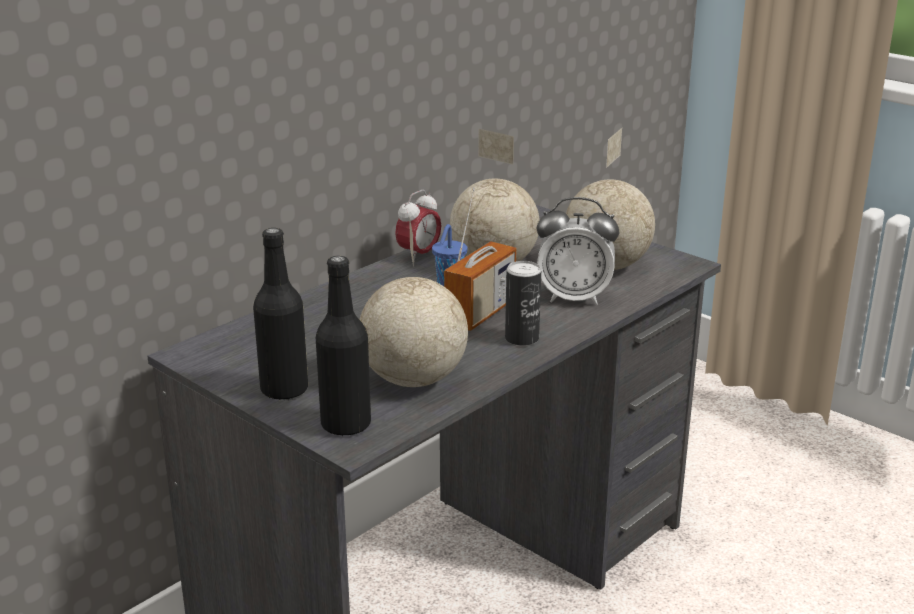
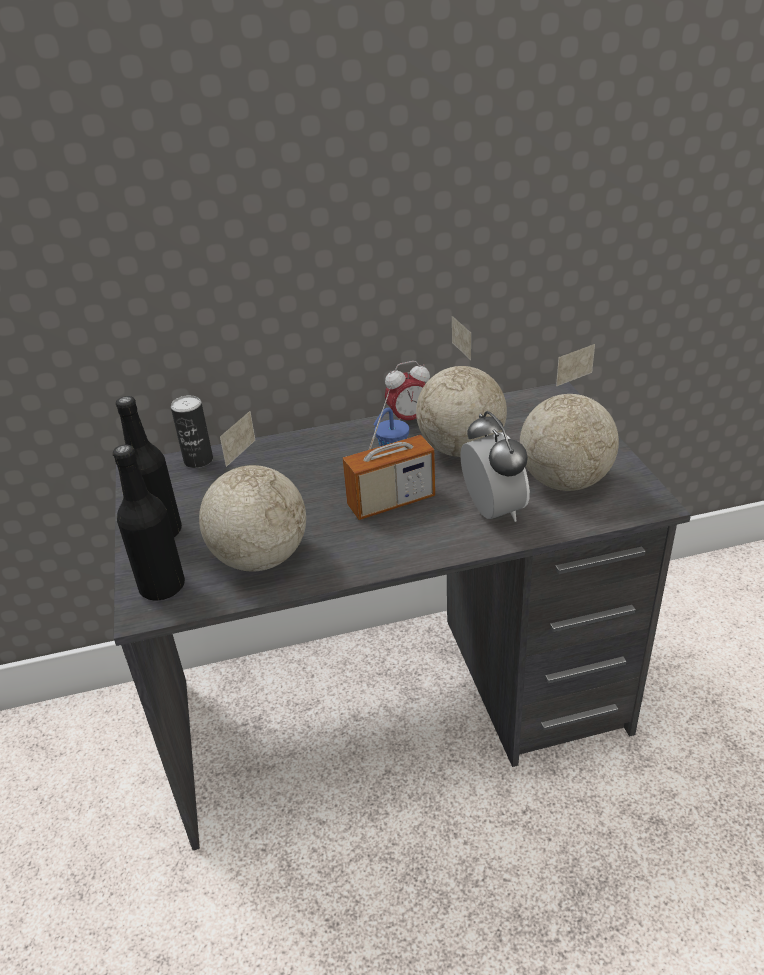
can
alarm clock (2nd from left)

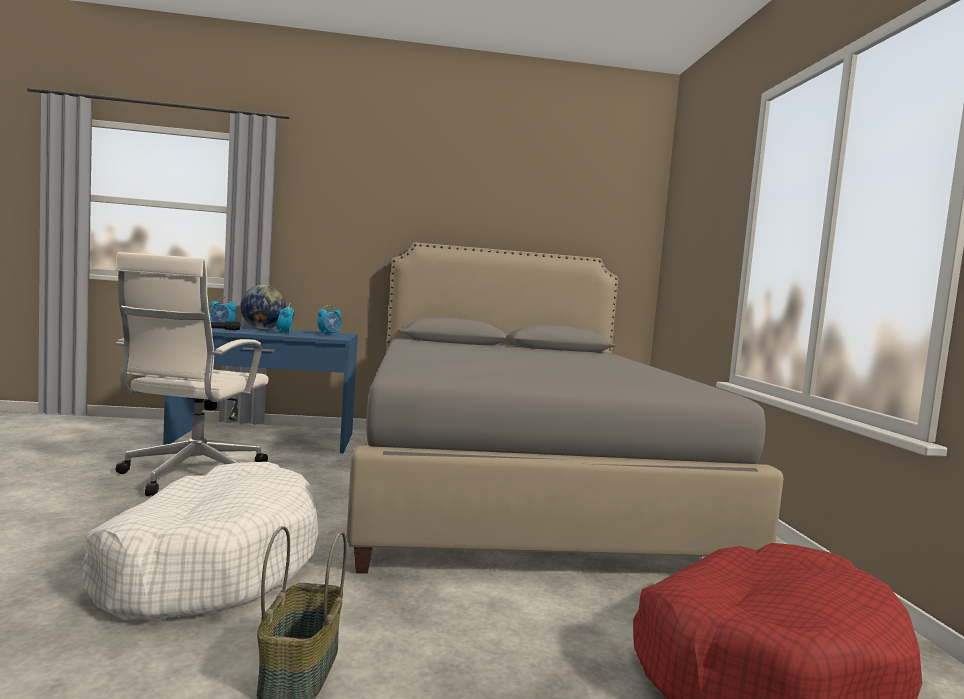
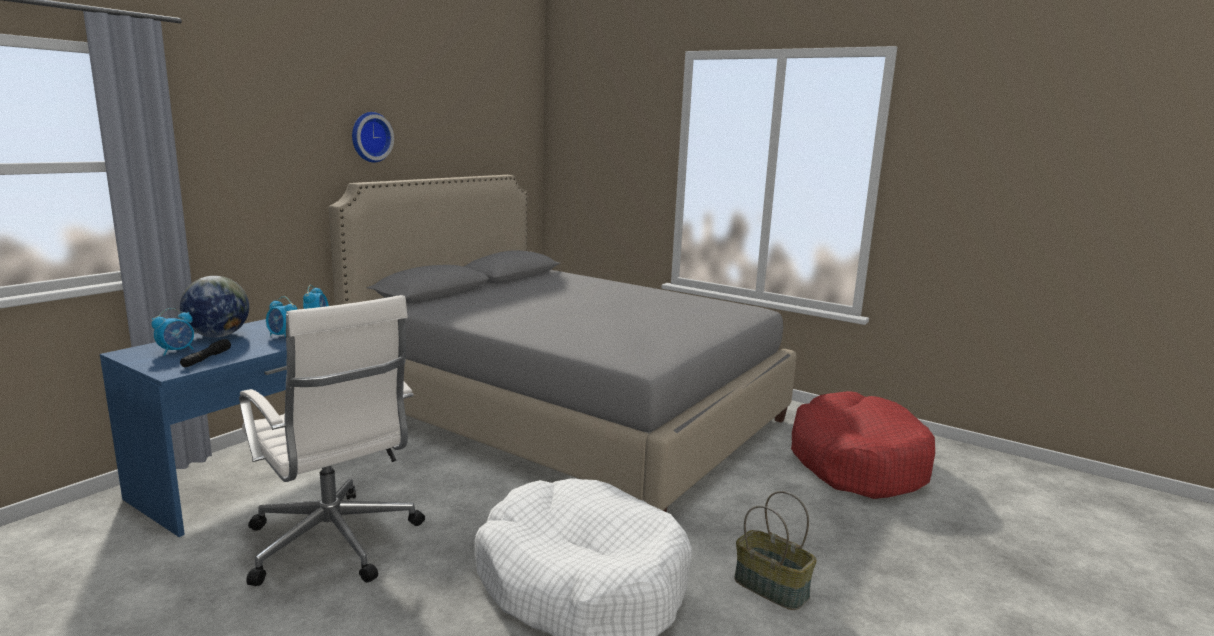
wall clock

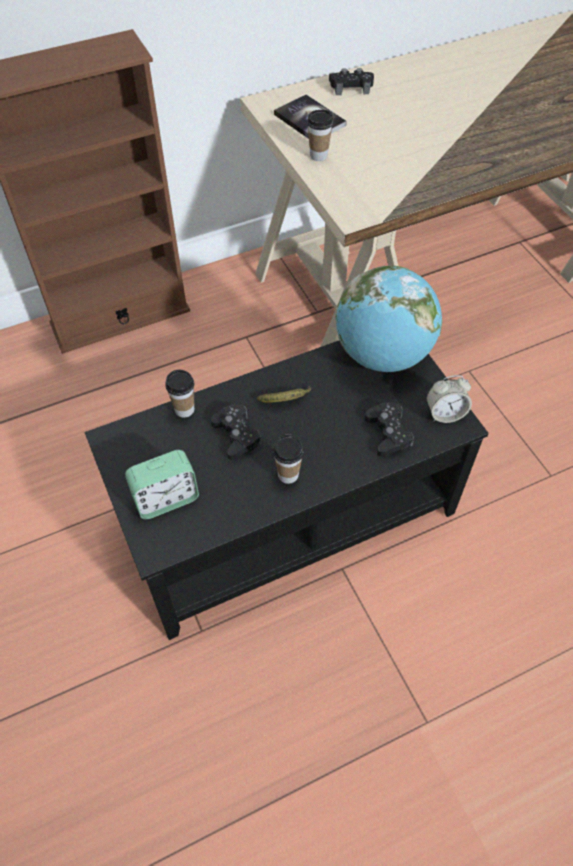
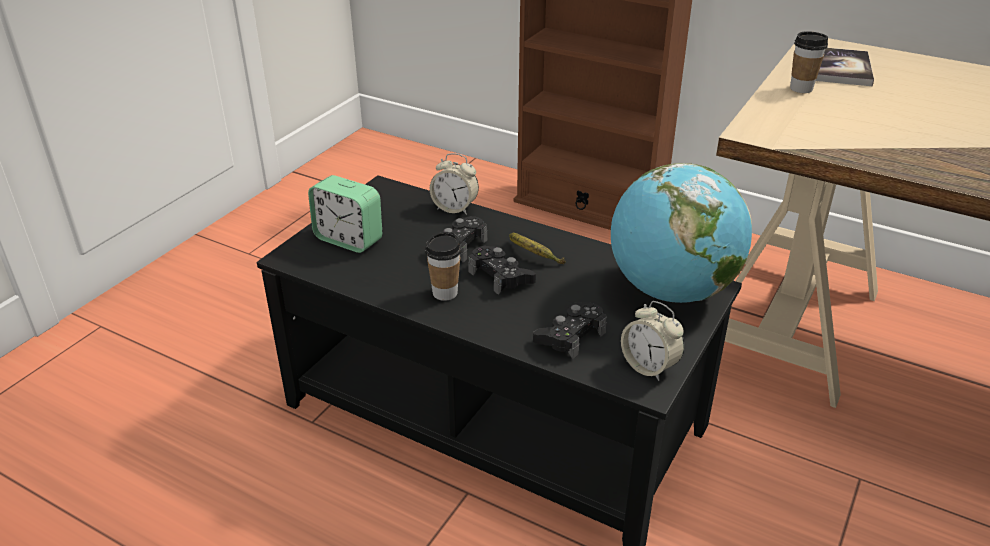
black game controller (2nd from left)
alarm clock (2nd from left)

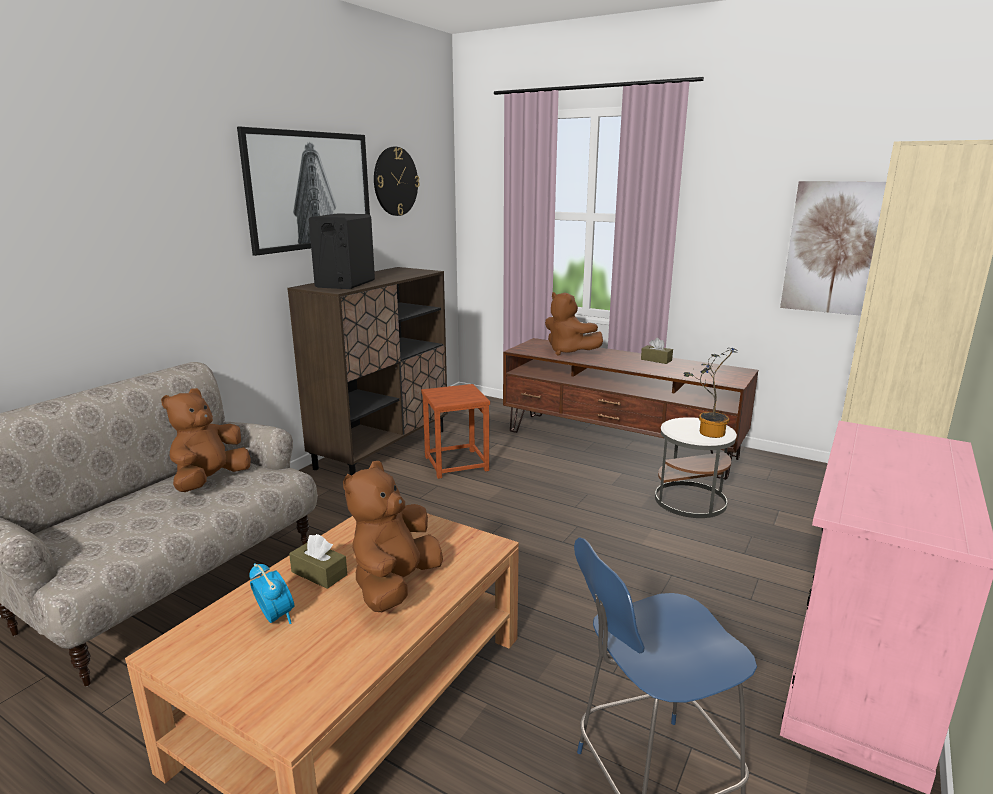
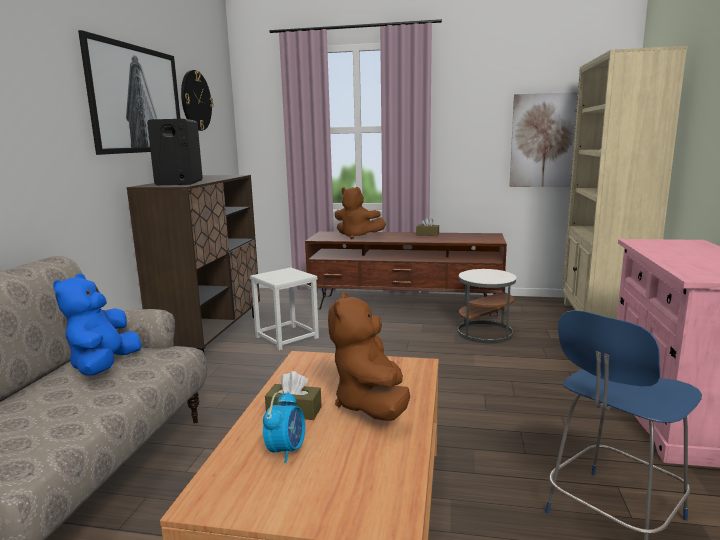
potted plant
blue plush toy
white stool
alarm clock

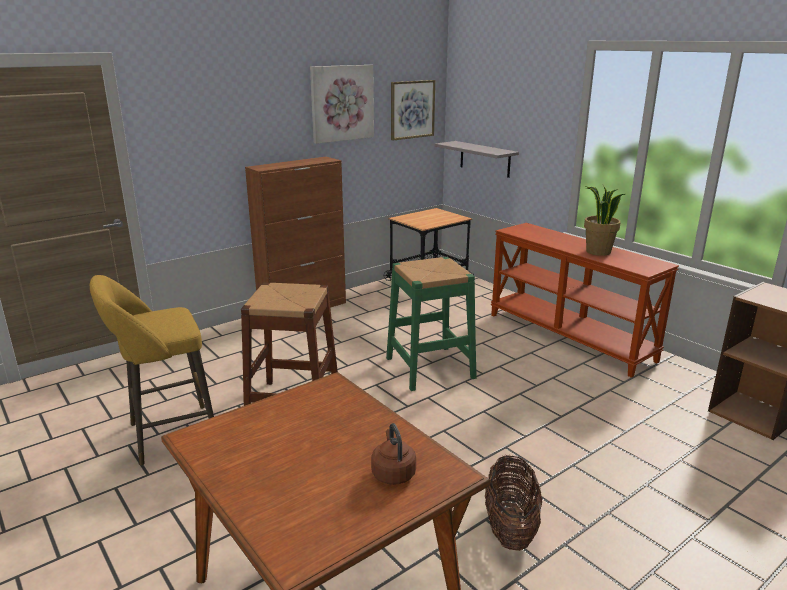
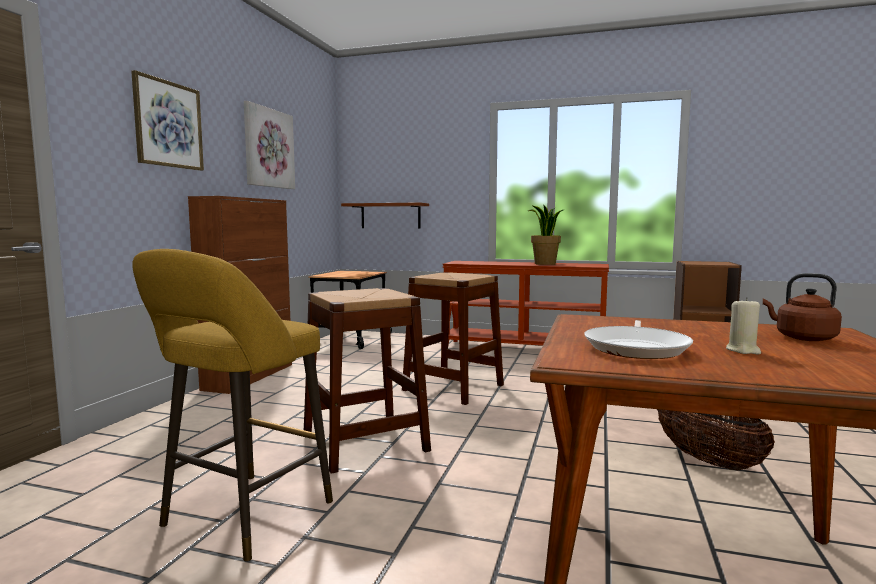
frying pan
beige candle
picture (1st from left)
brown stool (2nd from left)
brown shelf

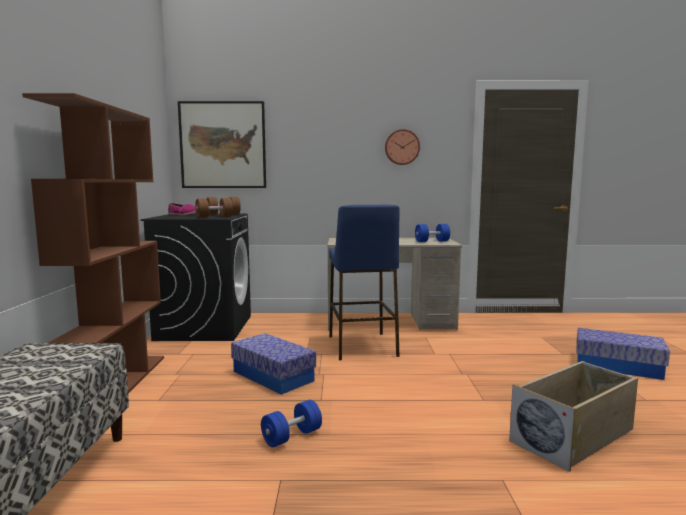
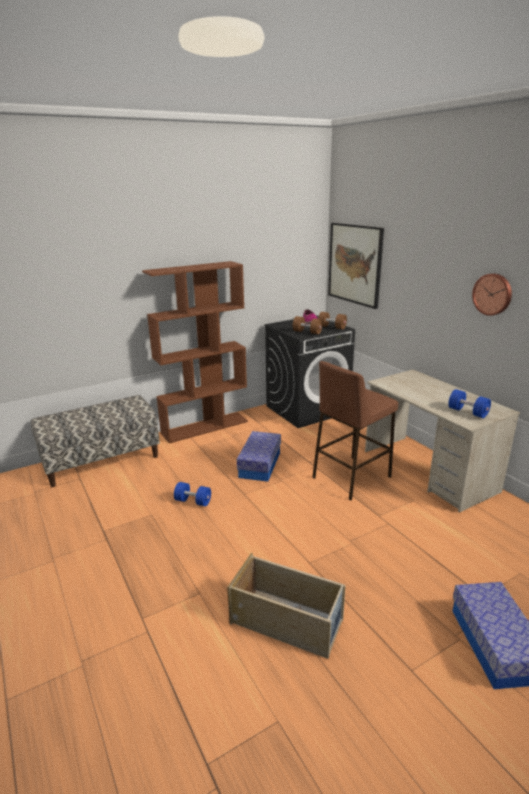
brown stool

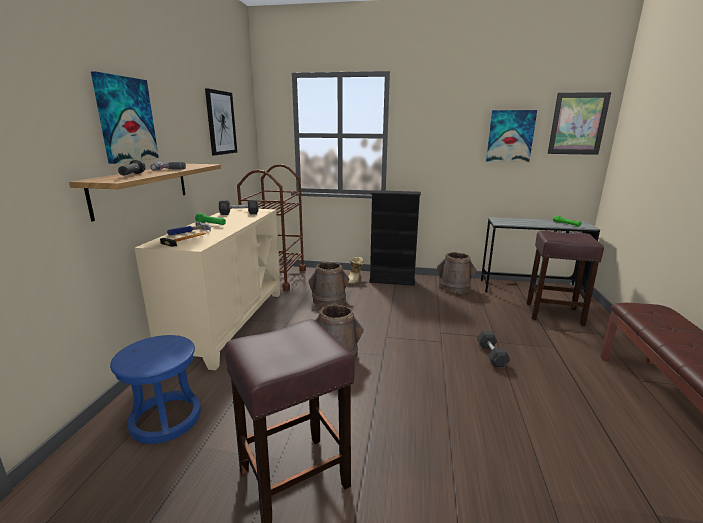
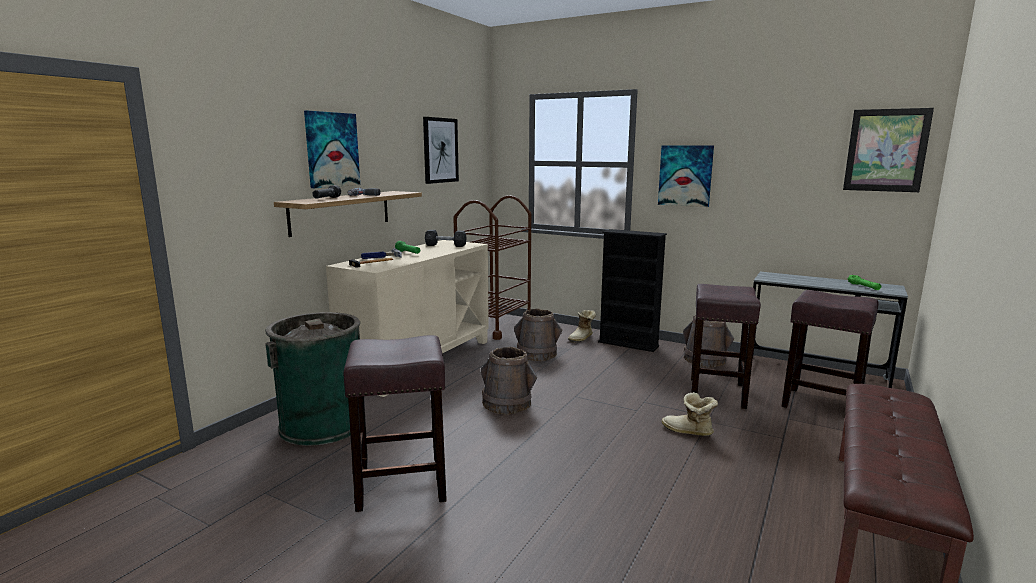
brown stool (2nd from left)
picture (3rd from left)
green trash can
boot (2nd from left)

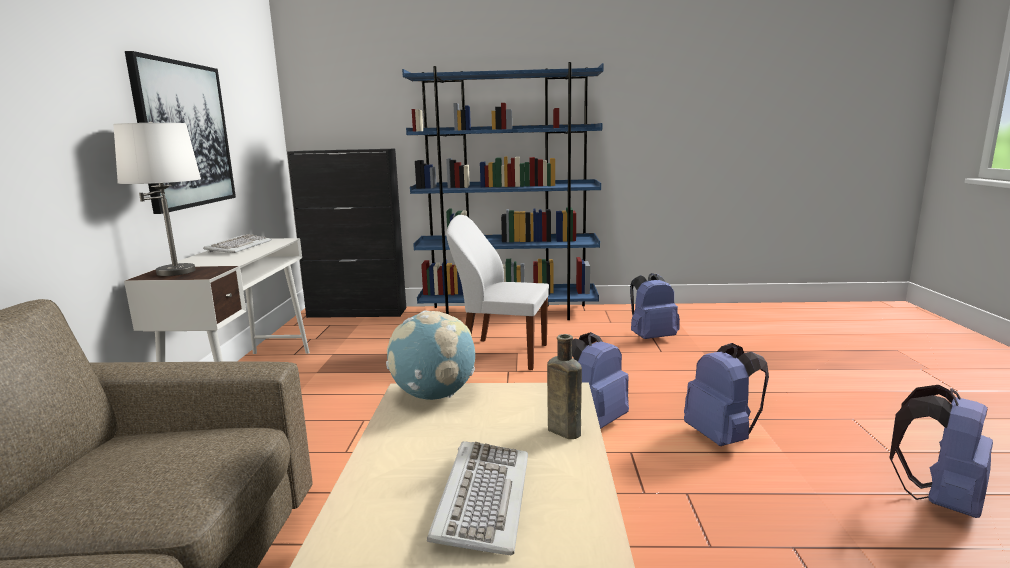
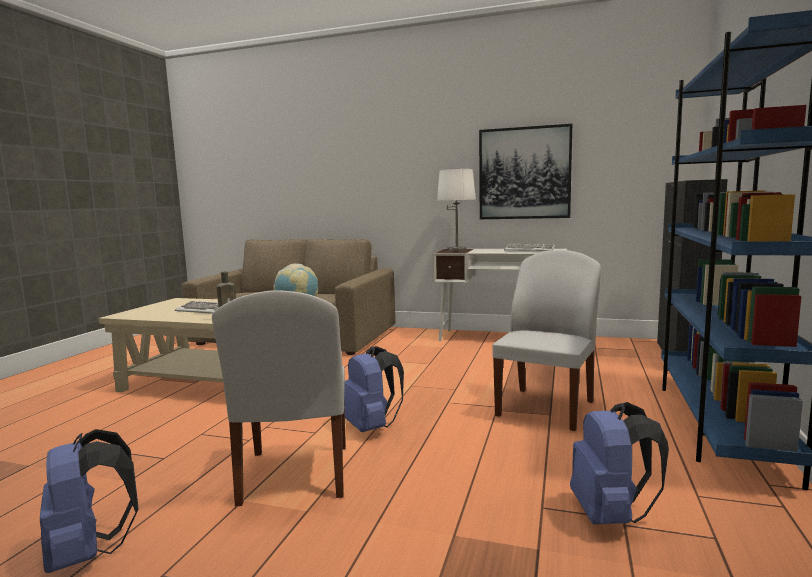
white chair (1st from left)

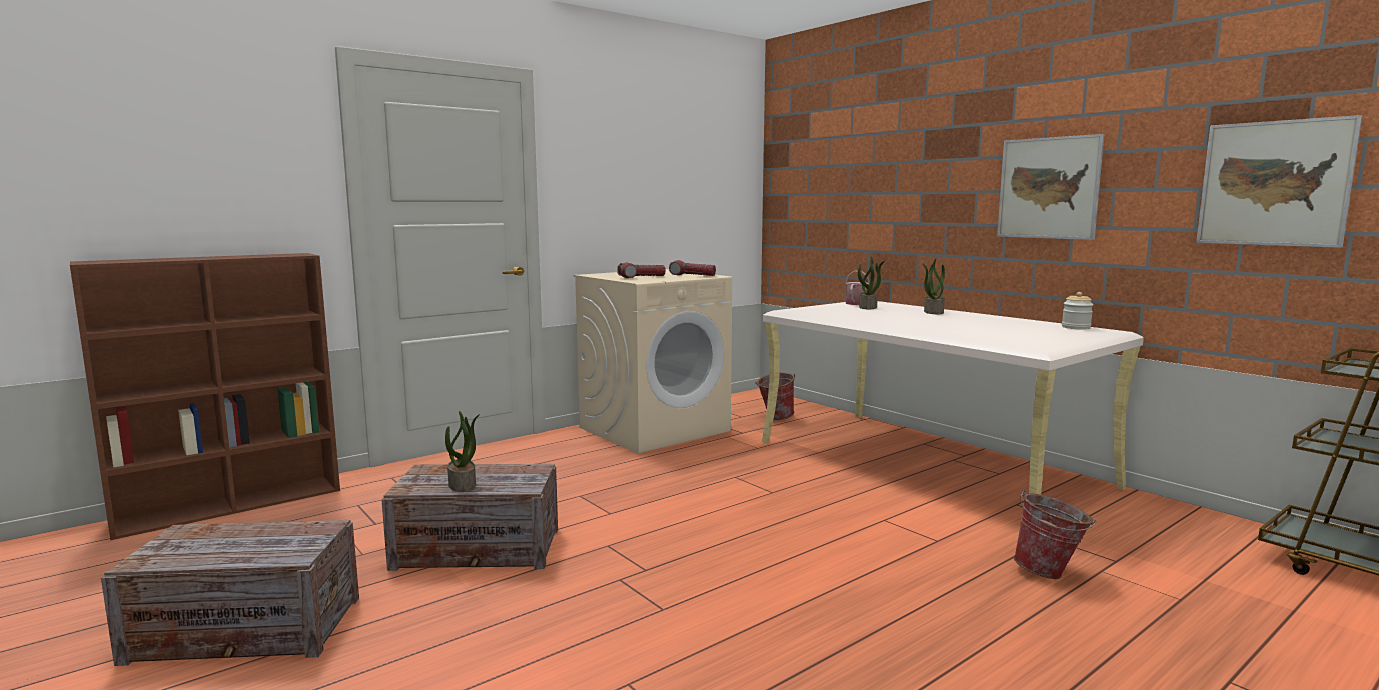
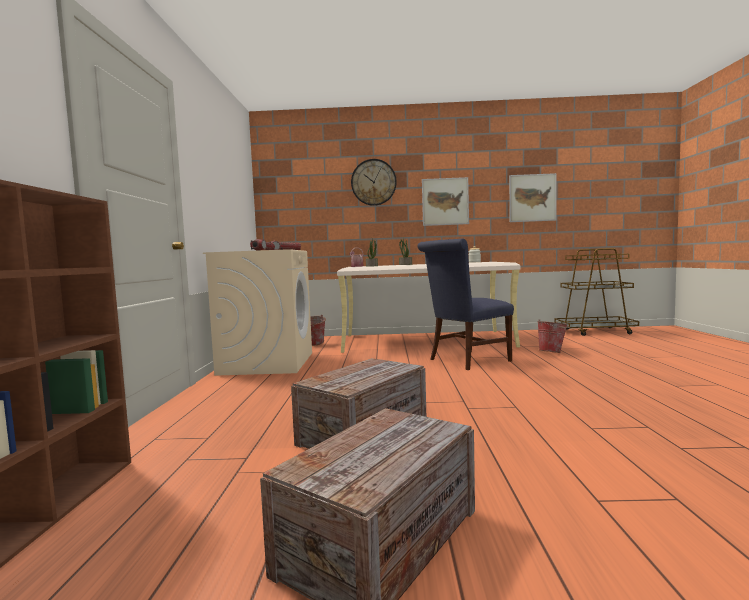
potted plant (1st from left in the first image)
wall clock
blue chair

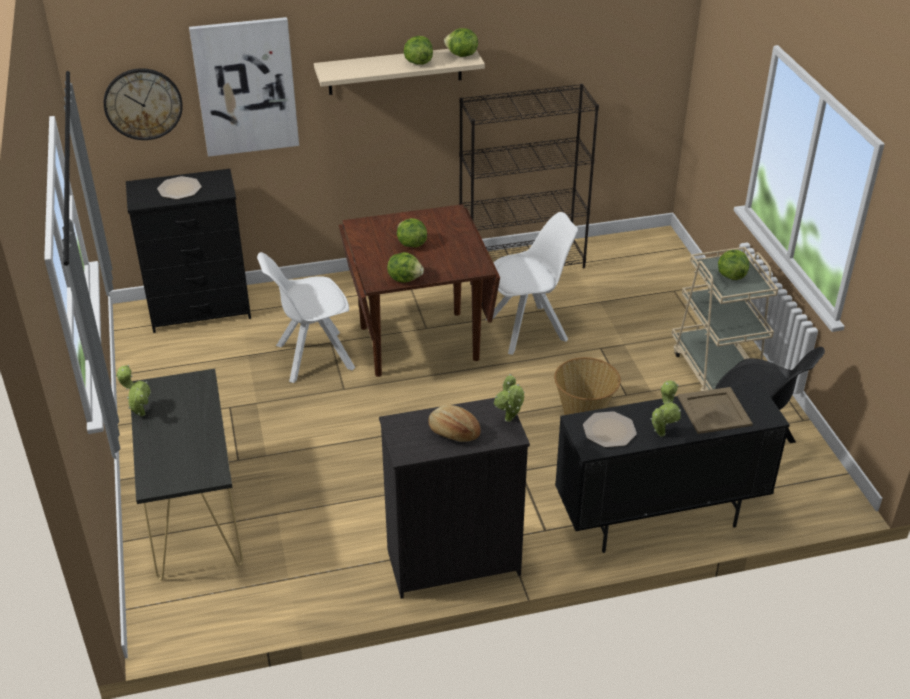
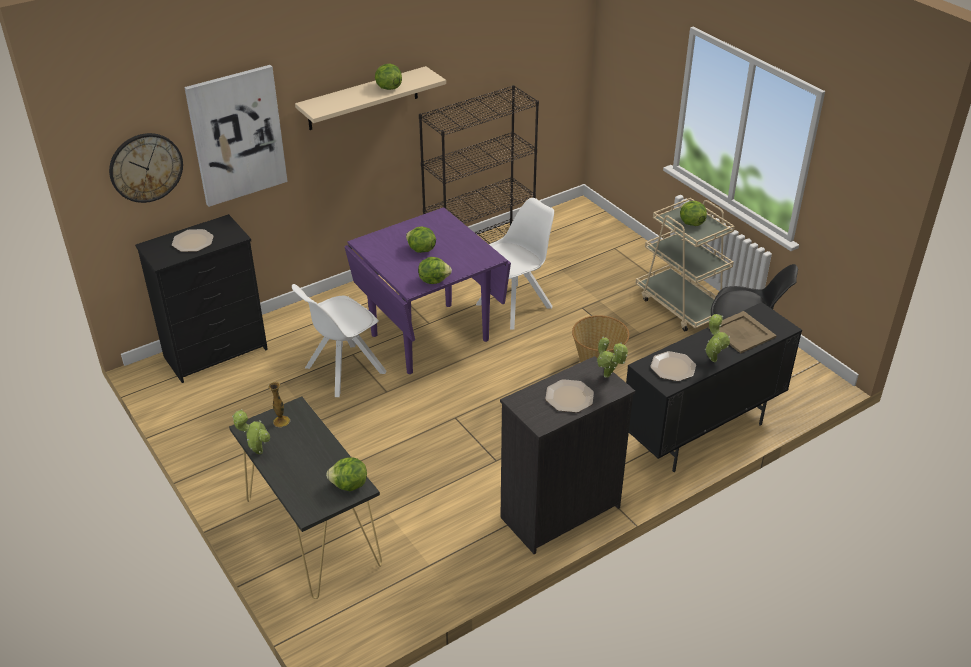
vase
lettuce (1st from left)
plate (2nd from left)
purple dining table

